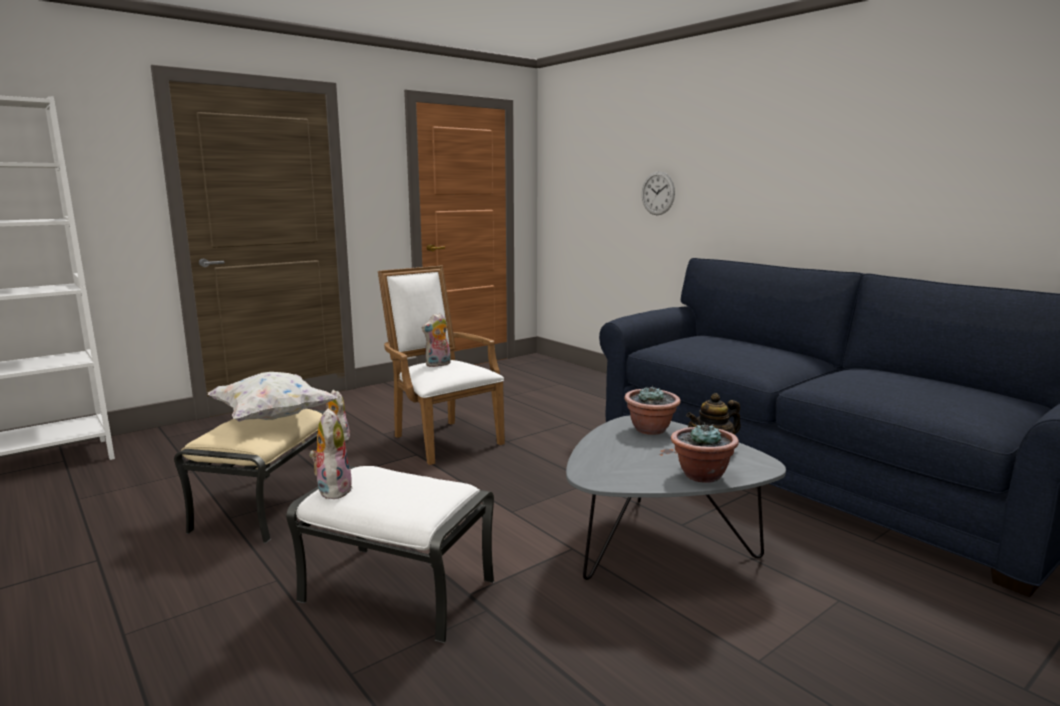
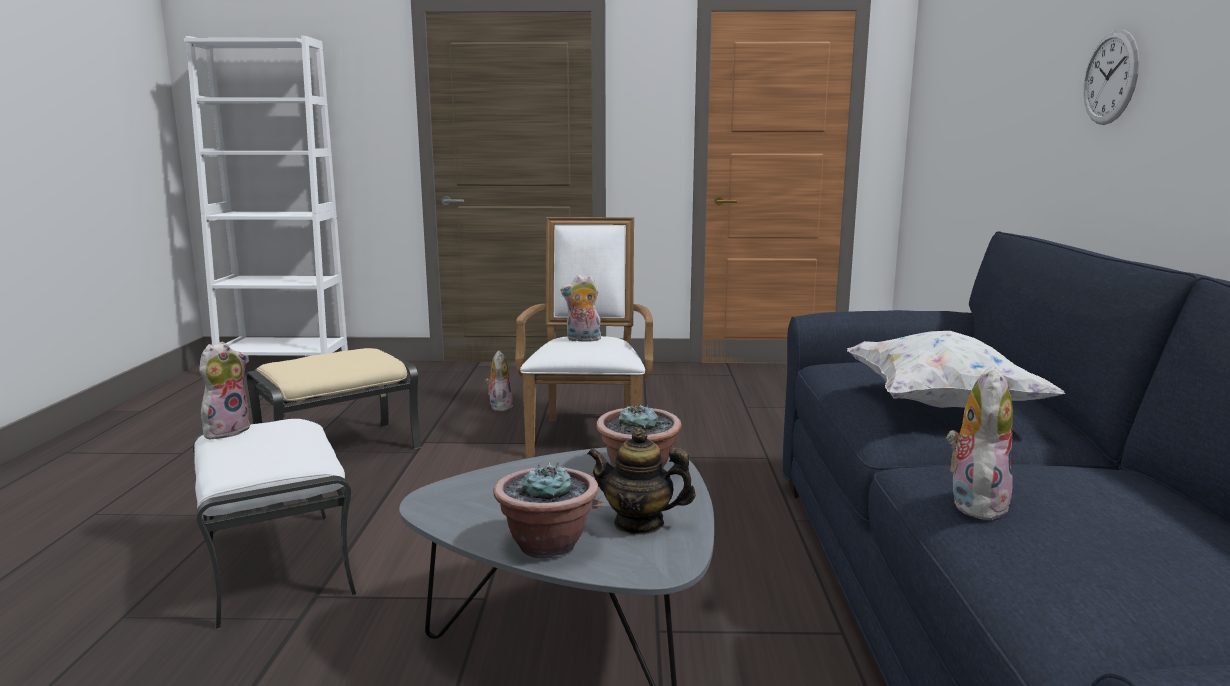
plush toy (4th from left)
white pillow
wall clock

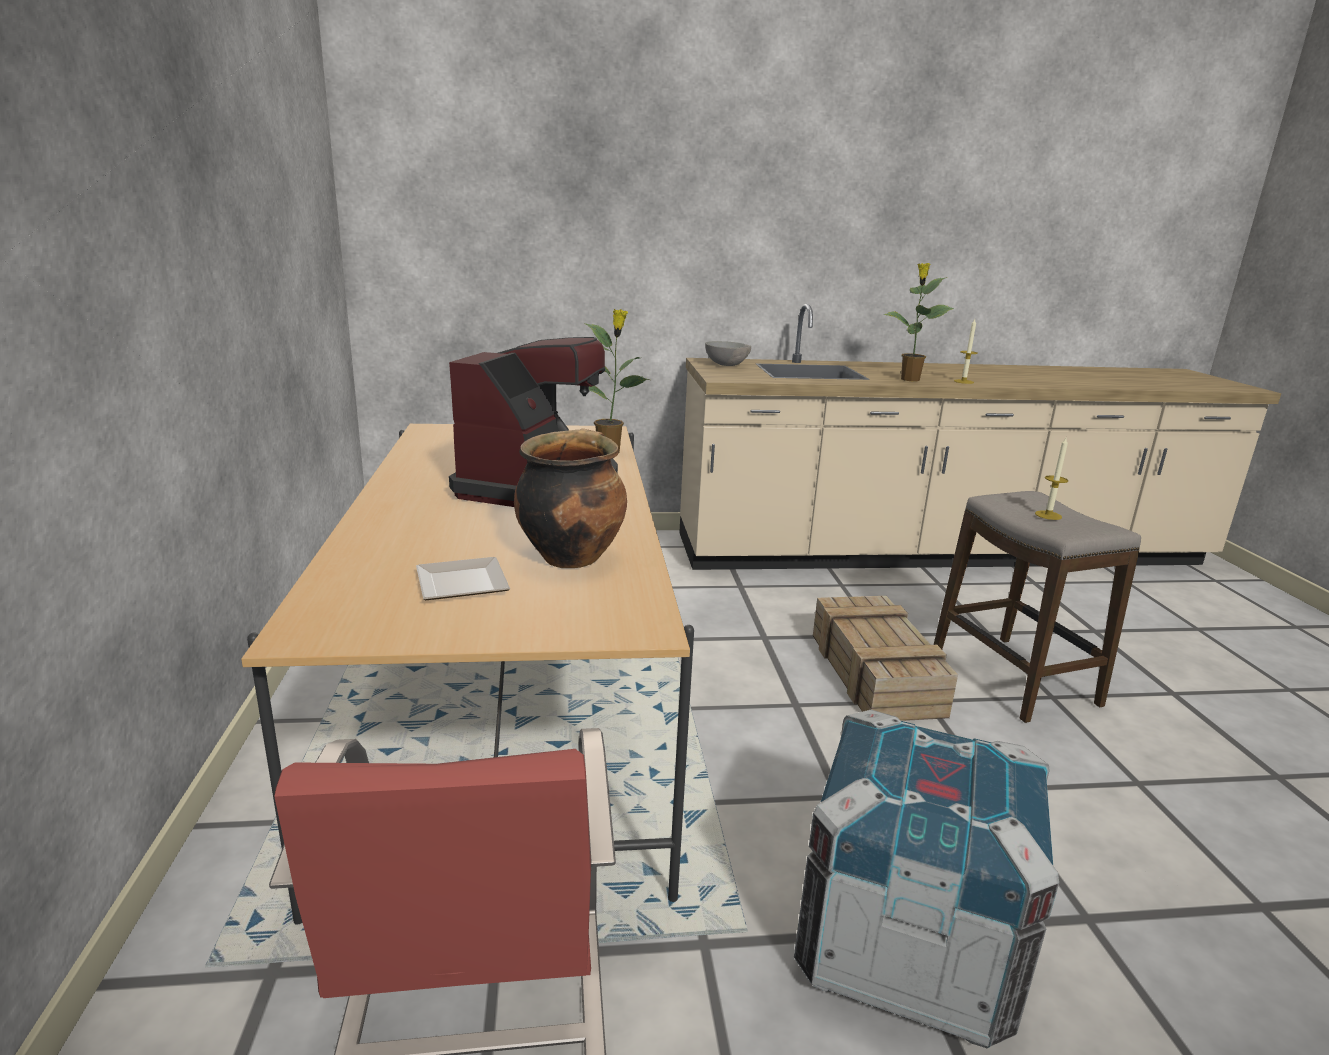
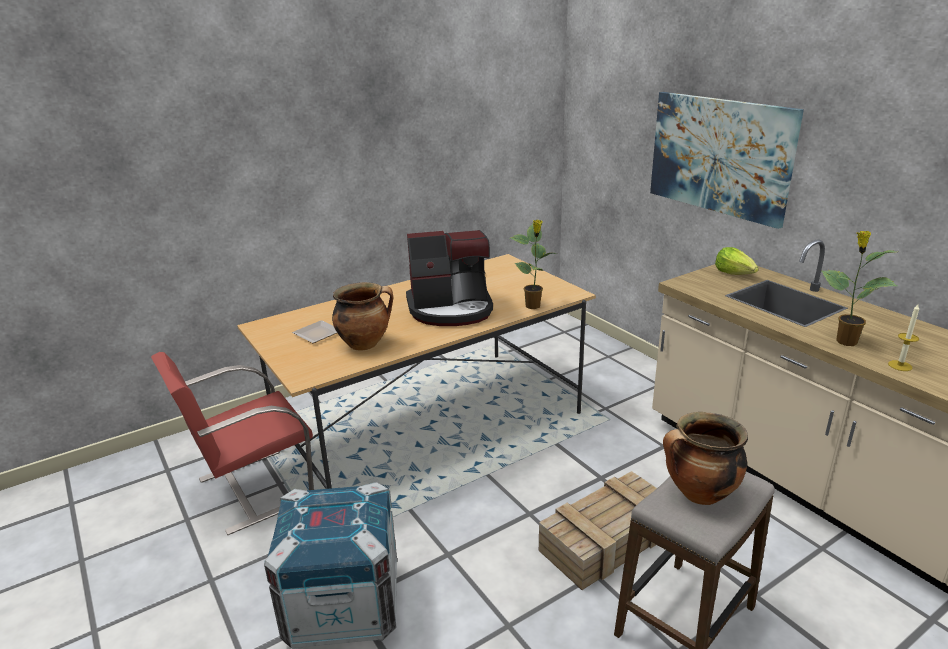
picture
lettuce
cooking pot (2nd from left)

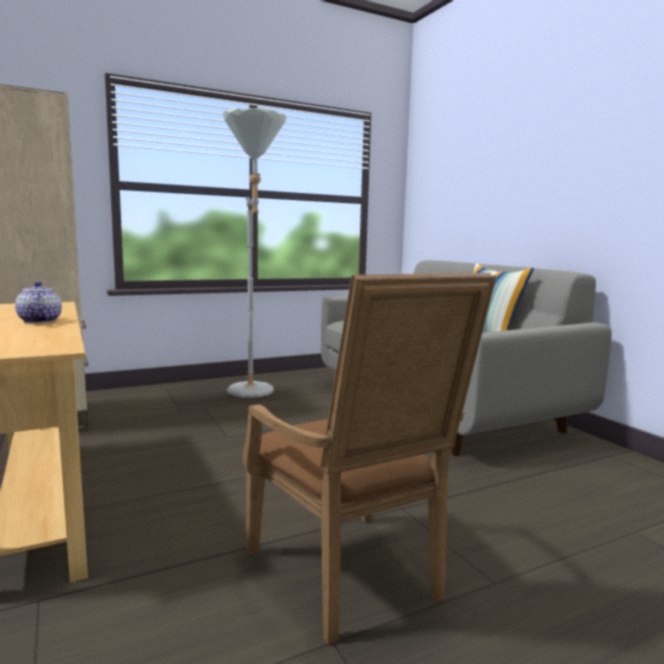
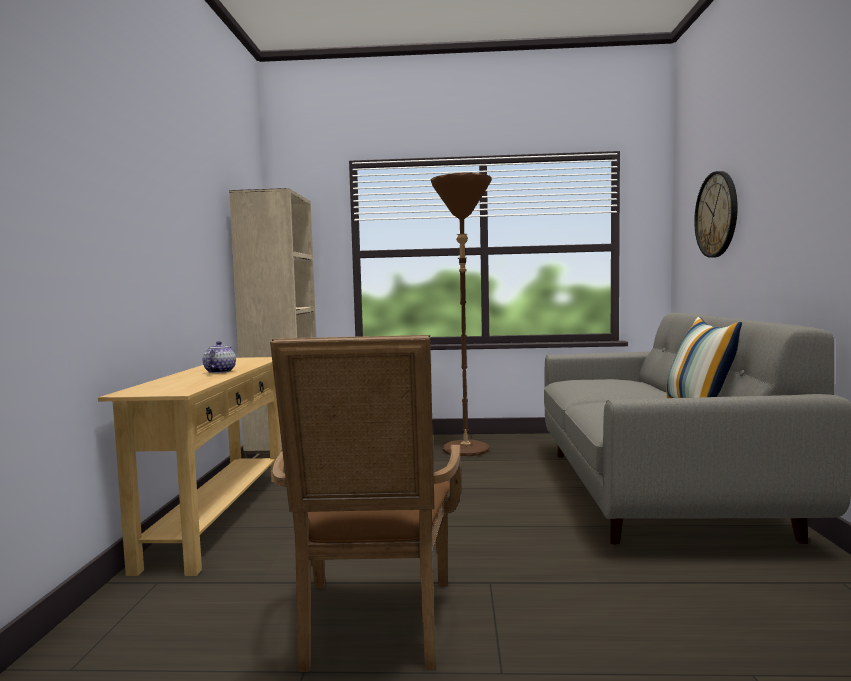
wall clock
brown floor lamp

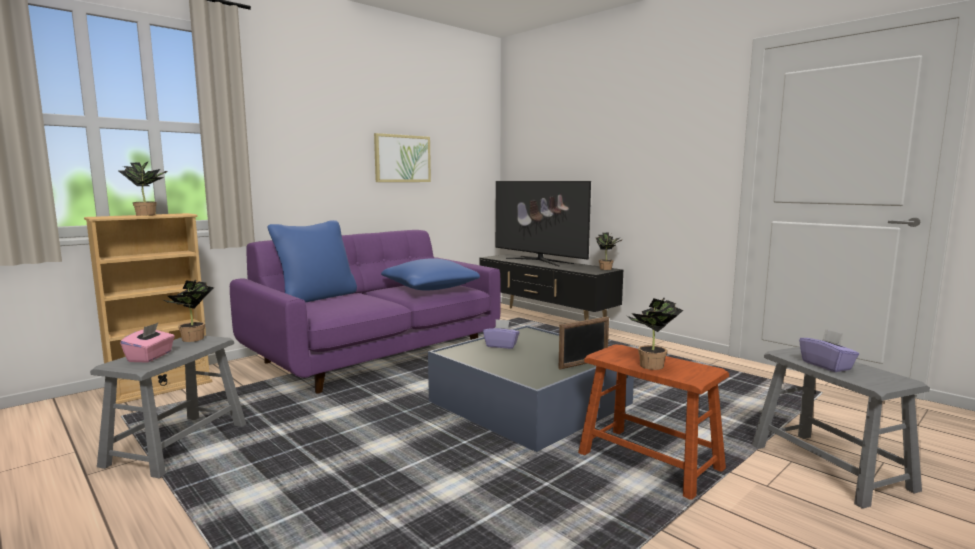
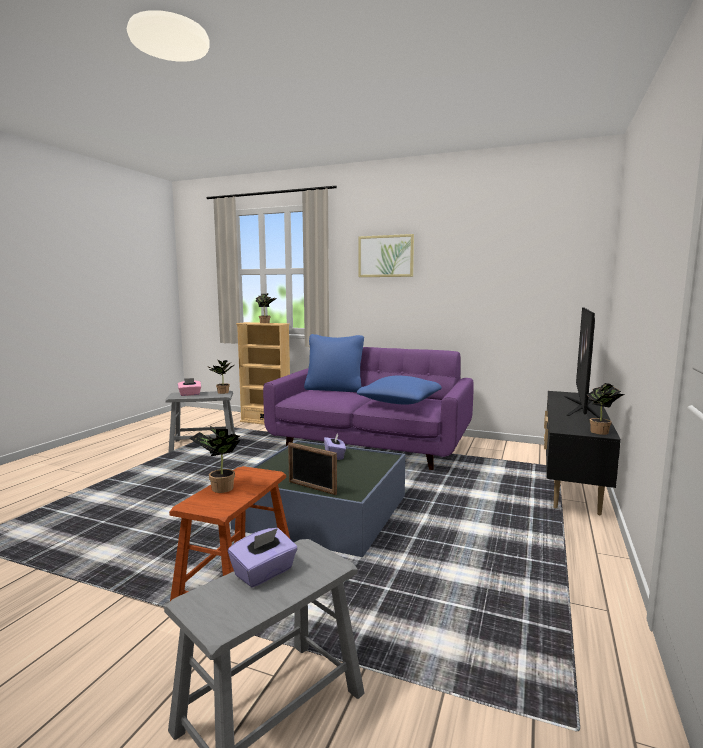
picture

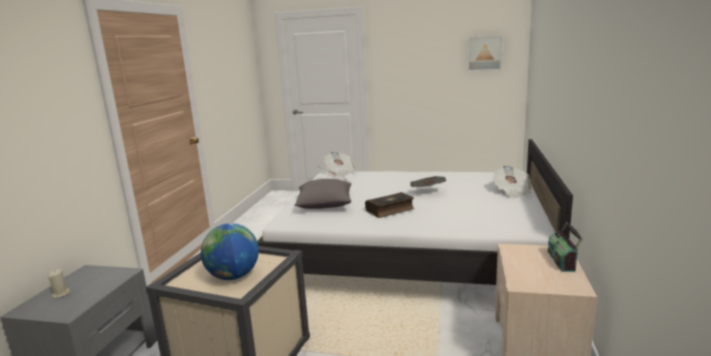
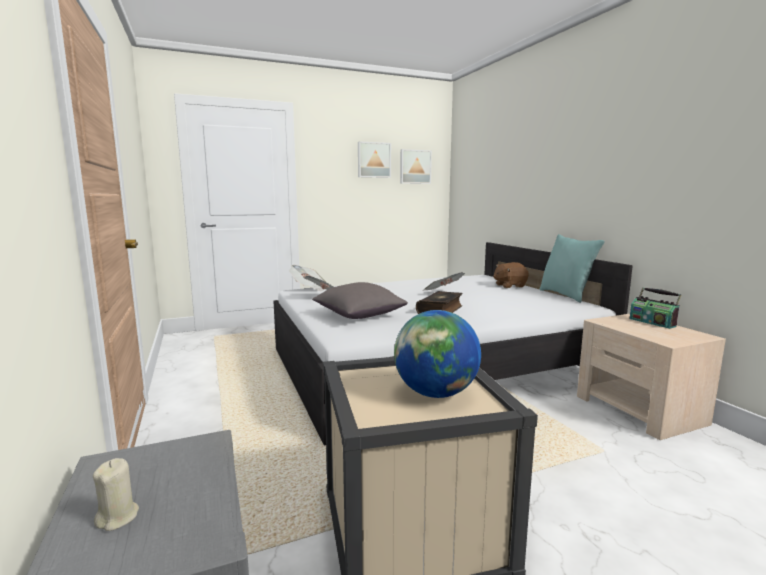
picture (1st from left)
turquoise pillow
brown plush toy

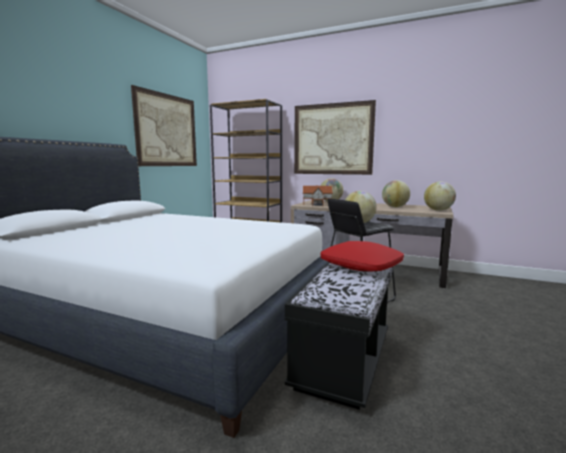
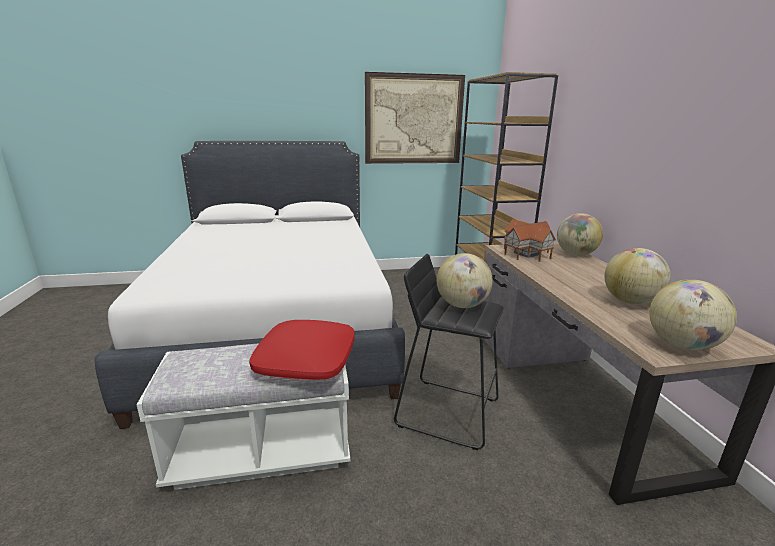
picture (2nd from left in the first image)
white bench

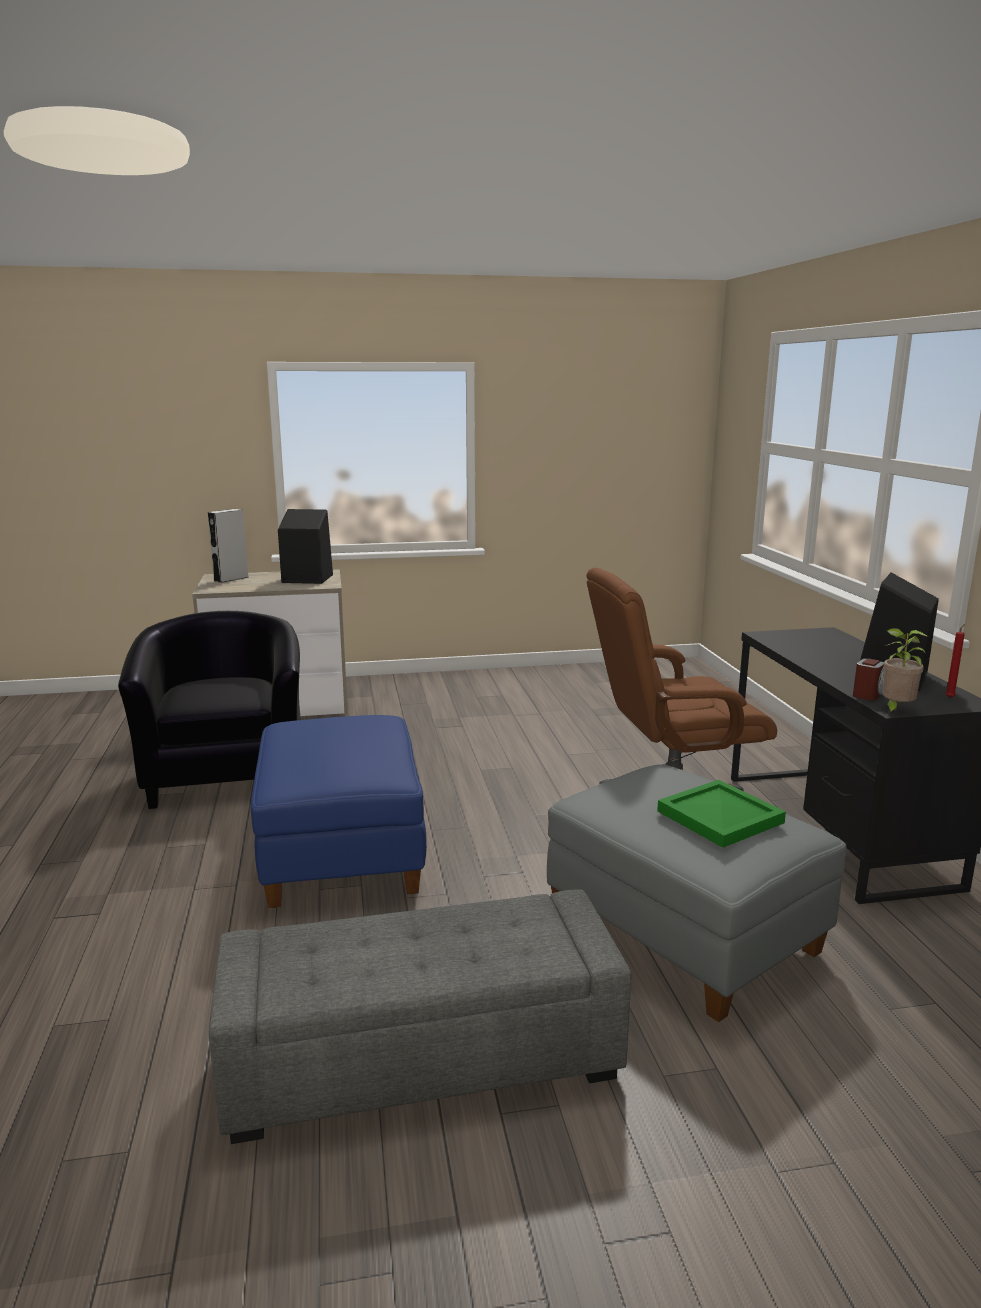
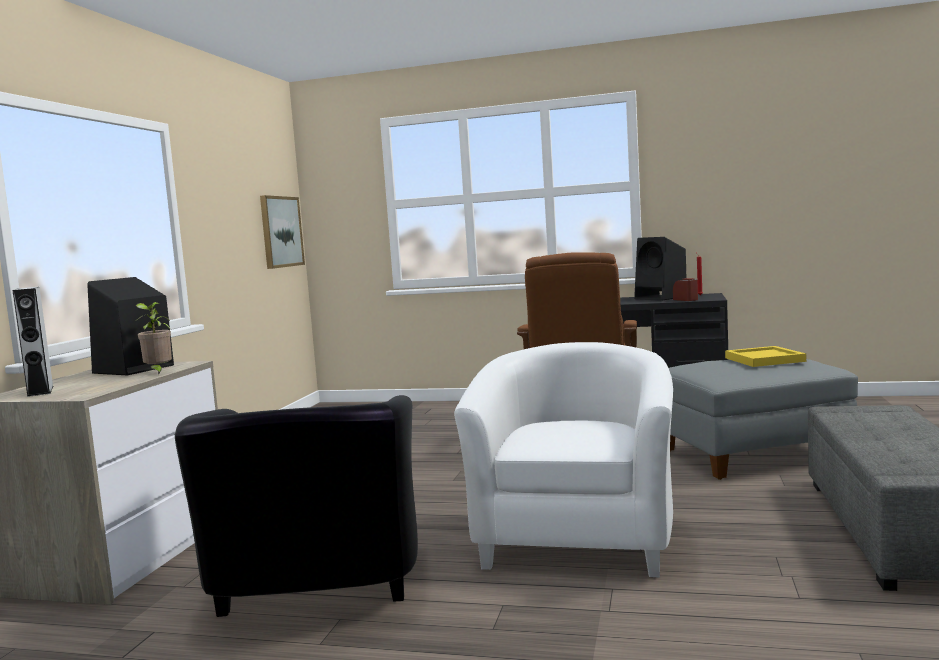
picture
potted plant
white armchair
yellow tray
black armchair

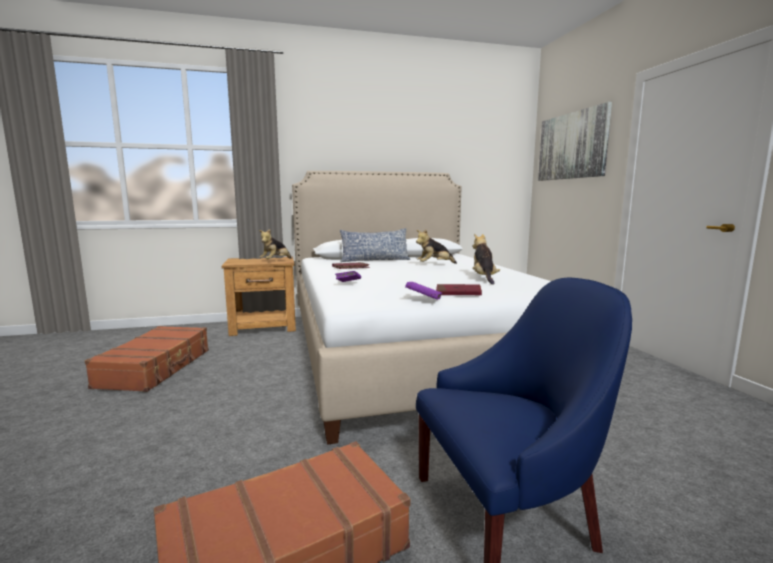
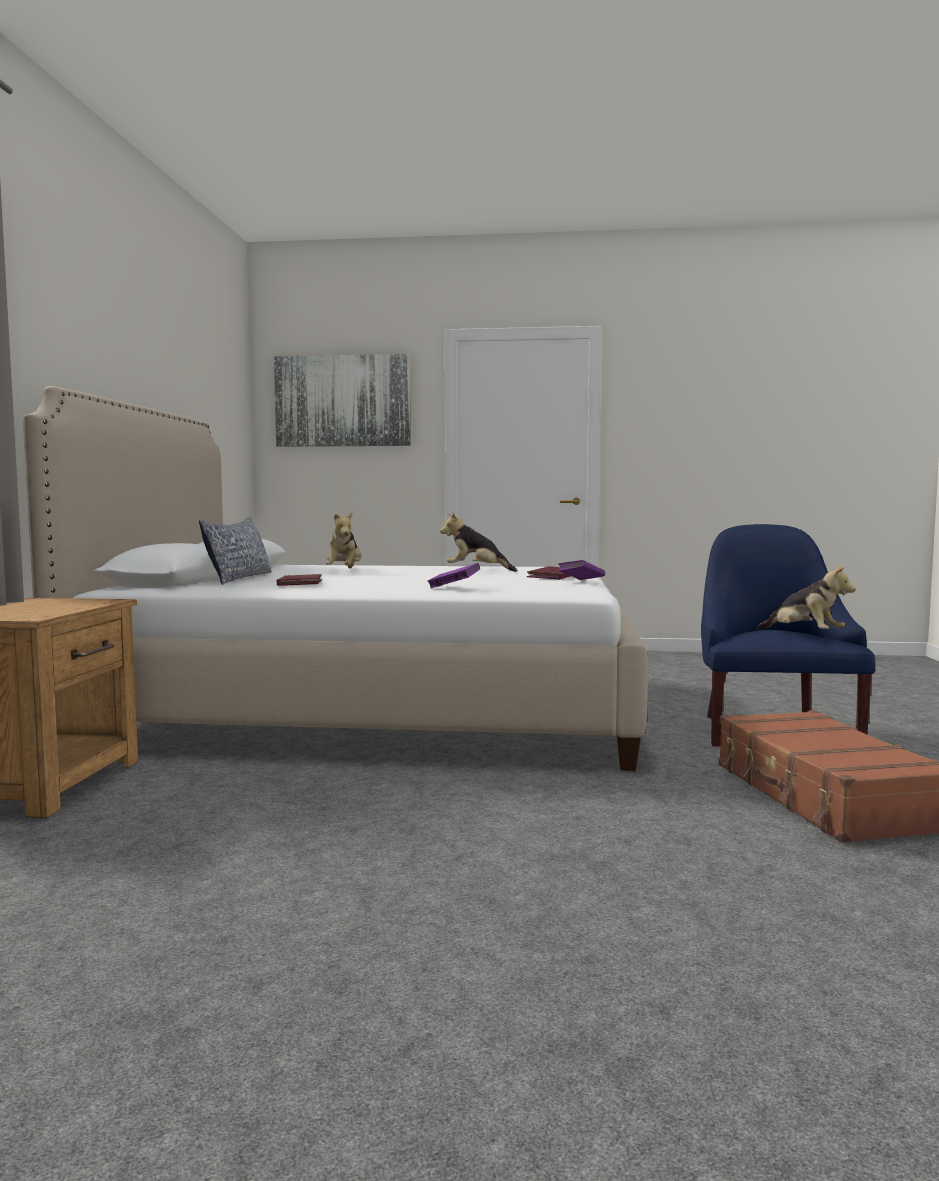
brown suitcase (1st from left in the first image)
plush toy (3rd from left)

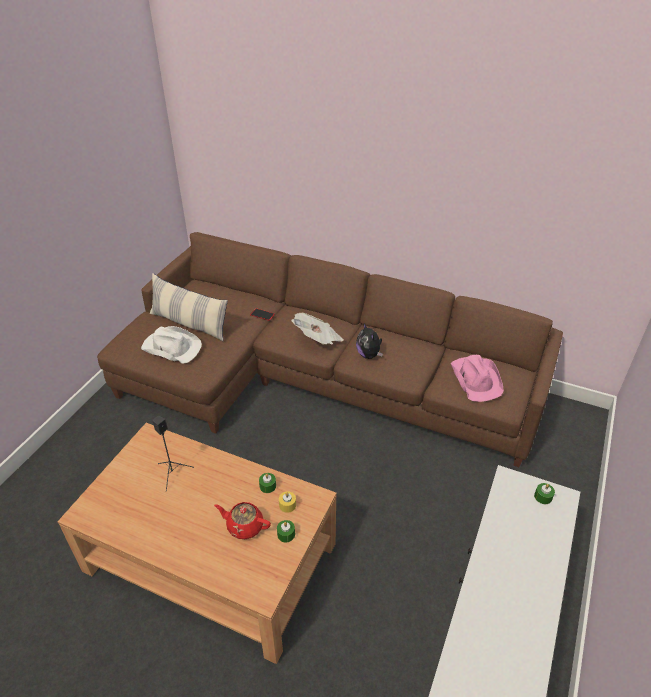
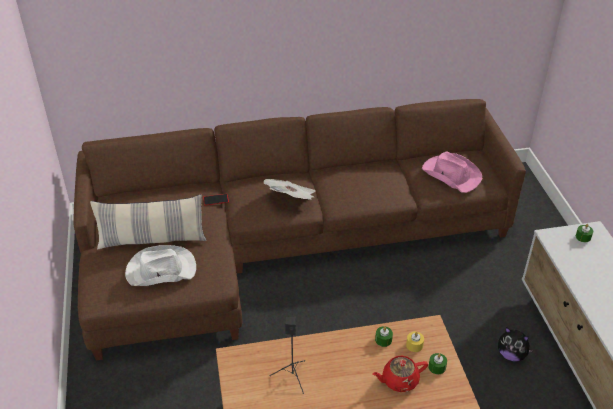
plush toy

